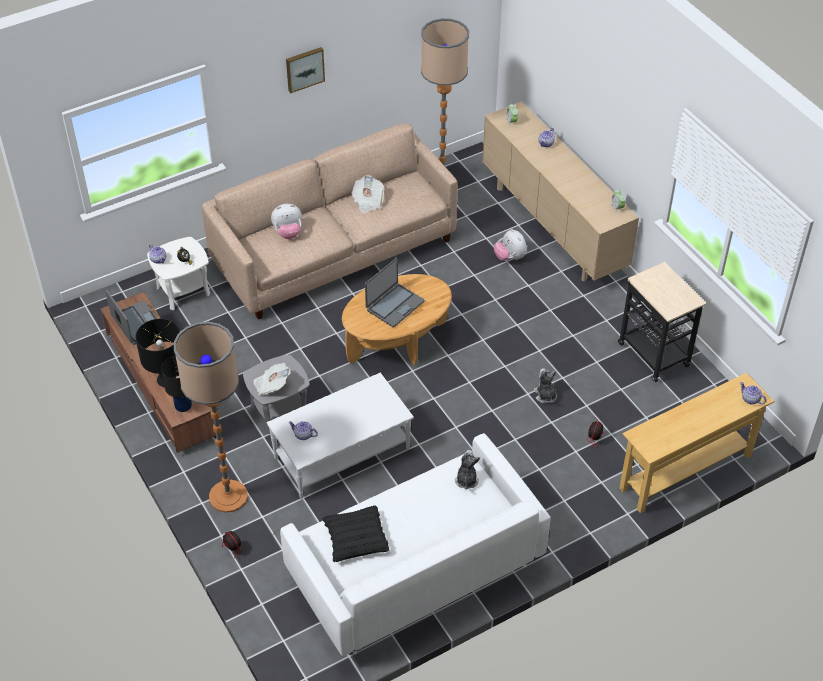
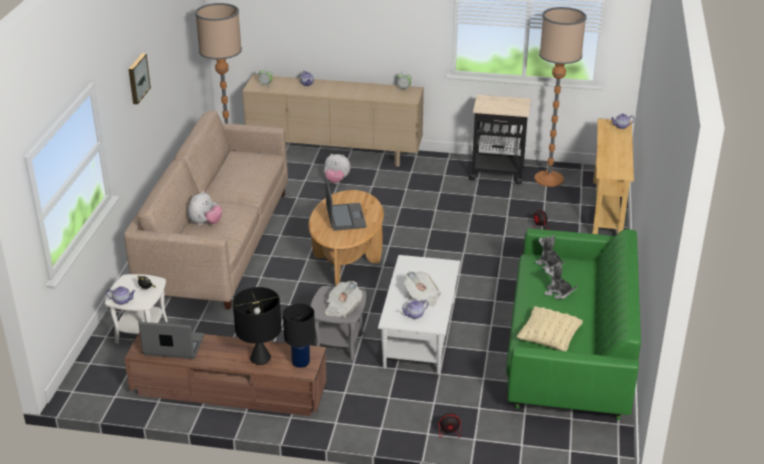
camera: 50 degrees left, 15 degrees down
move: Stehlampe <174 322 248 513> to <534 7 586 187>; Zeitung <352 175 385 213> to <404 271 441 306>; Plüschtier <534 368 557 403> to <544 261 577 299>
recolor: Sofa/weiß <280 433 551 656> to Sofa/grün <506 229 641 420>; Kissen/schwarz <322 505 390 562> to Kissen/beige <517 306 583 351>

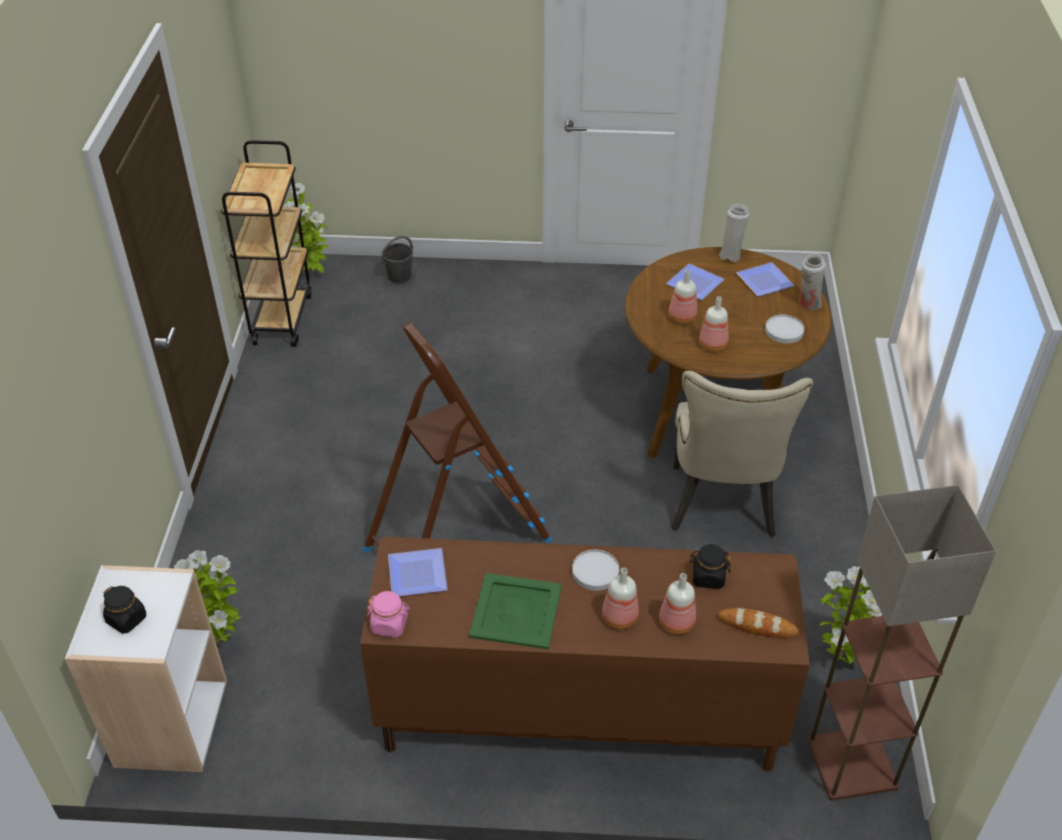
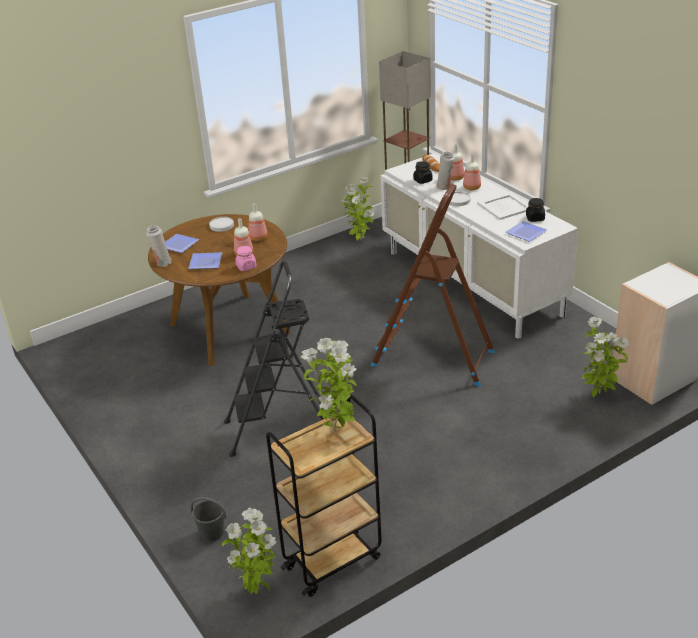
camera: 125 degrees left, 10 degrees down
delete: Stuhl/beige <671 371 813 537>
insert: Trittleiter <224 260 325 457>; Topfpflanze <301 338 357 432>
move: Vorratsglas/schwarz <103 586 146 634> to <526 198 545 222>; Vorratsglas/rosa <367 591 410 637> to <235 246 257 271>; Vase/weiß <799 253 826 310> to <436 151 454 190>
recolor: Schrank/braun <360 537 810 771> to Schrank/weiß <380 153 578 338>; Tablett/grün <469 573 562 650> to Tablett/weiß <477 192 528 220>

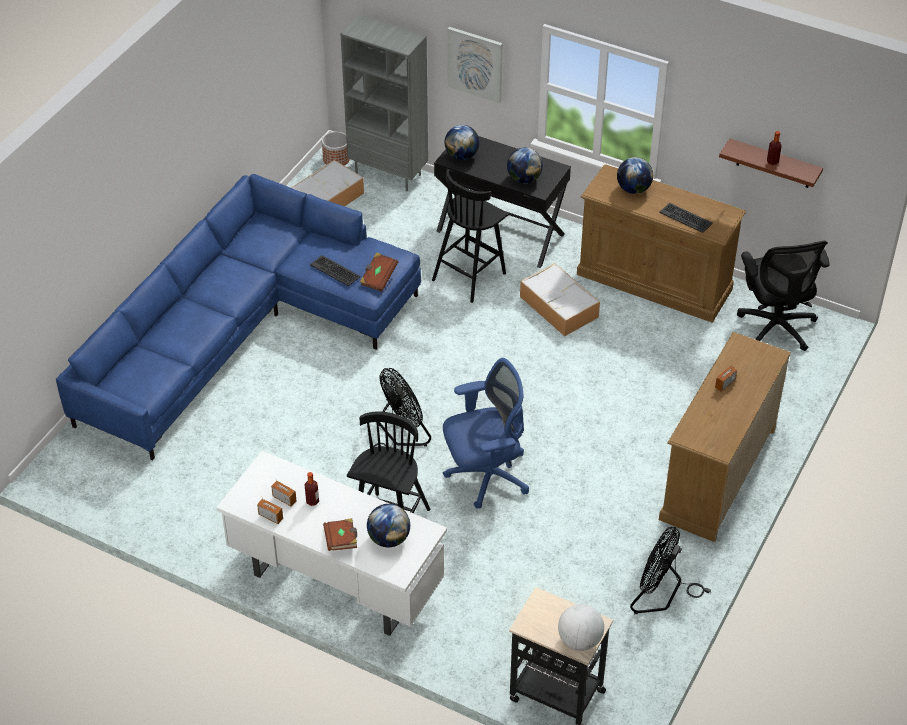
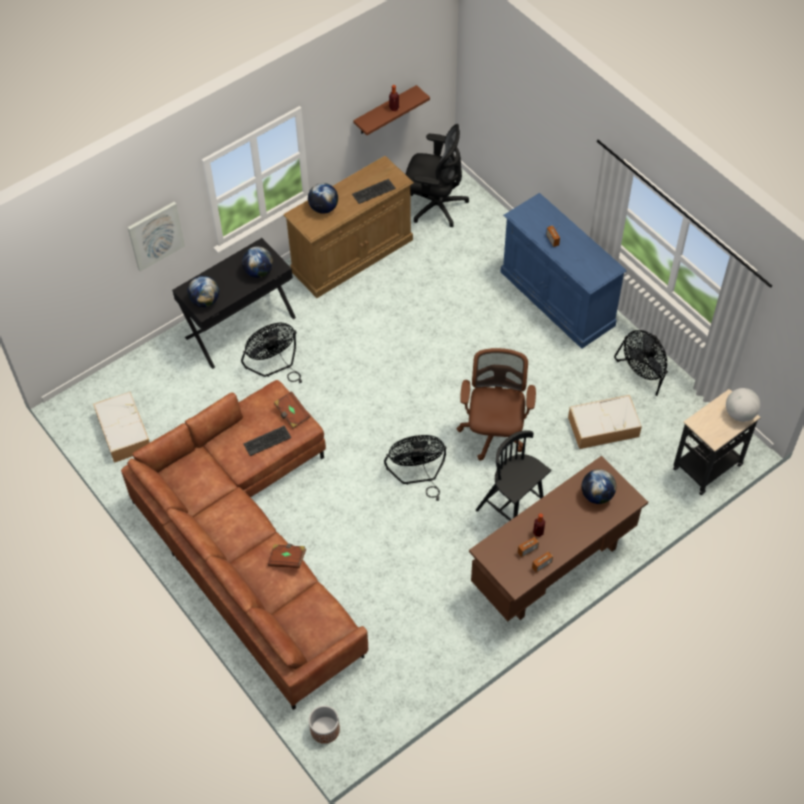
camera: 65 degrees left, 10 degrees up
delete: Bücherregal/grau <340 15 428 191>
move: Pflanzkübel <322 132 350 166> to <309 706 340 744>; Buch/braun <323 518 357 551> to <268 544 306 568>; Aufbewahrungsbox <520 263 600 336> to <568 395 642 449>
replace: Hocker/schwarz <432 169 508 303> to Ventilator/schwarz <241 323 302 383>
recolor: Sofa/blau <56 174 421 461> to Sofa/braun <121 380 368 710>; Schreibtisch/weiß <216 451 447 636> to Schreibtisch/braun <469 456 648 621>; Bürostuhl/blau <443 358 529 508> to Bürostuhl/braun <457 348 536 461>; Schrank/braun <659 332 791 542> to Schrank/blau <500 193 627 349>

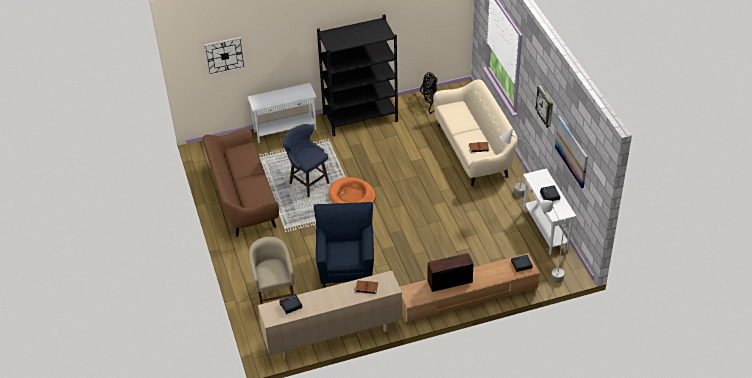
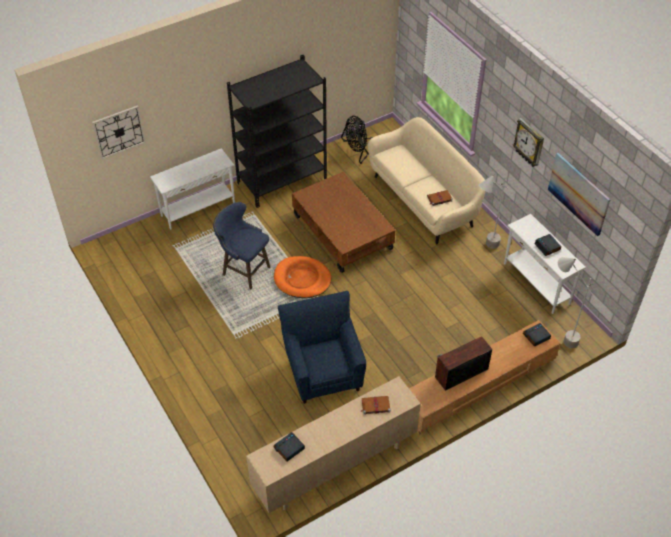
camera: 15 degrees left, 5 degrees up
delete: Sofa/braun <202 129 279 237>; Hocker/beige <249 237 295 304>
insert: Couchtisch/braun <292 172 396 273>

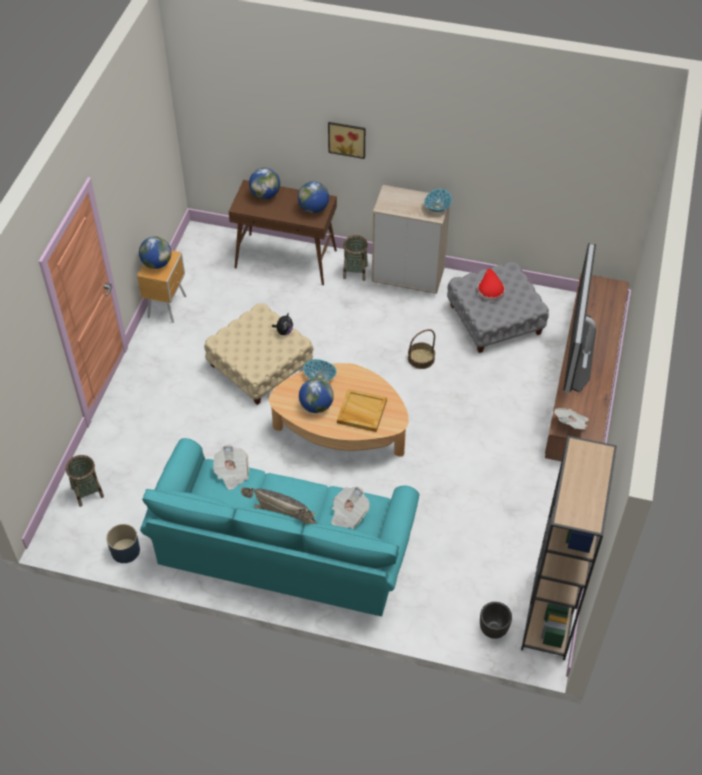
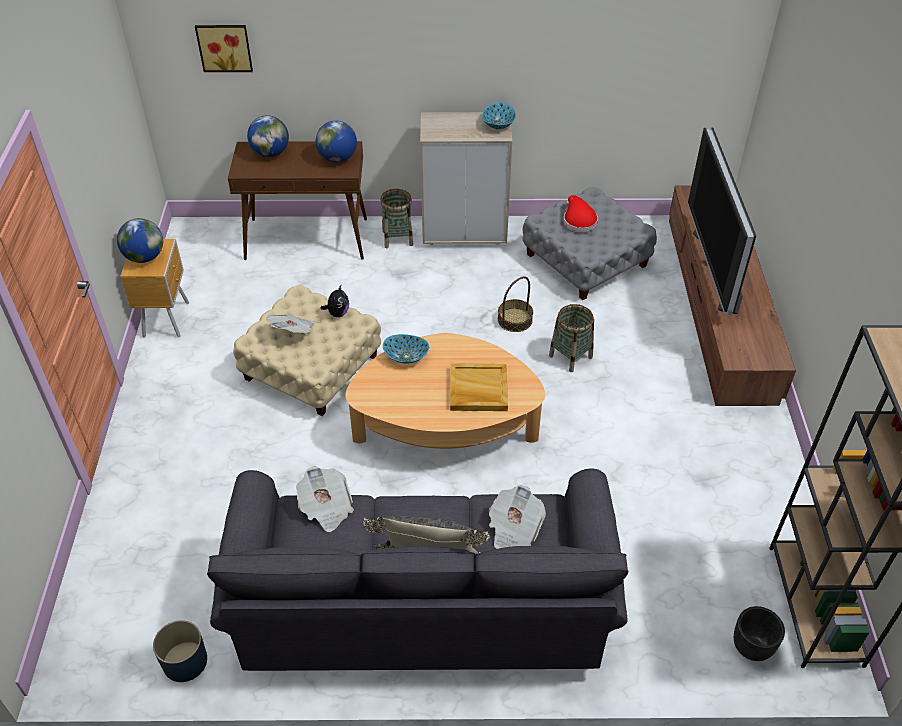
camera: 15 degrees left, 5 degrees down
delete: Globus <299 378 334 413>
move: Korb <66 455 104 507> to <549 304 594 372>; Bild <328 122 365 159> to <195 25 253 72>; Zeitung <554 408 589 430> to <266 314 315 333>
recolor: Sofa/türkis <140 438 419 616> to Sofa/grau <207 468 628 671>

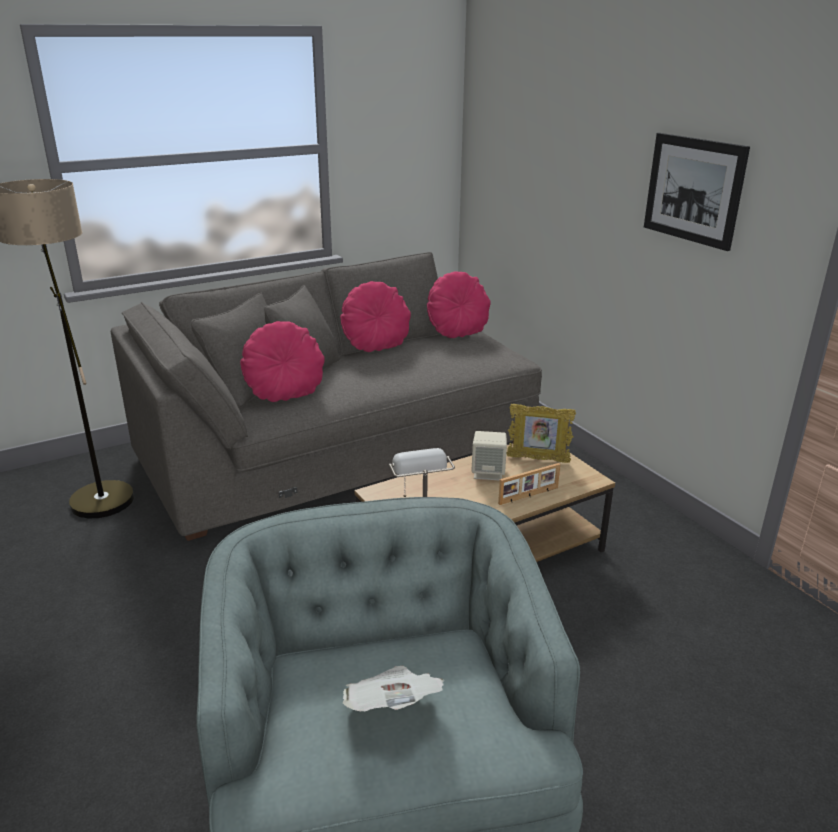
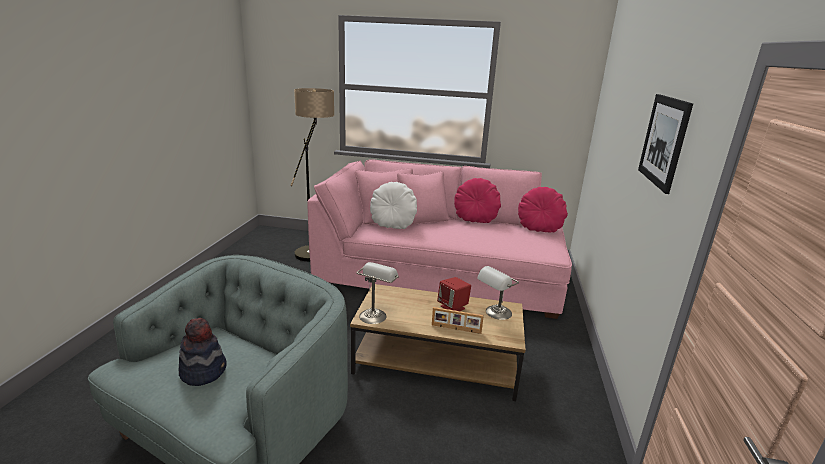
camera: 40 degrees right, 5 degrees down
replace: Zeitung <343 666 444 712> to Hut <179 318 227 386>; Bilderrahmen <506 404 576 463> to Tischlampe/weiß <477 266 519 320>
recolor: Sofa/grau <111 252 542 541> to Sofa/rosa <307 159 572 319>; Kissen/rosa <240 321 325 402> to Kissen/weiß <370 182 417 229>; Lautsprecher/beige <471 431 507 481> to Lautsprecher/rot <437 277 471 311>

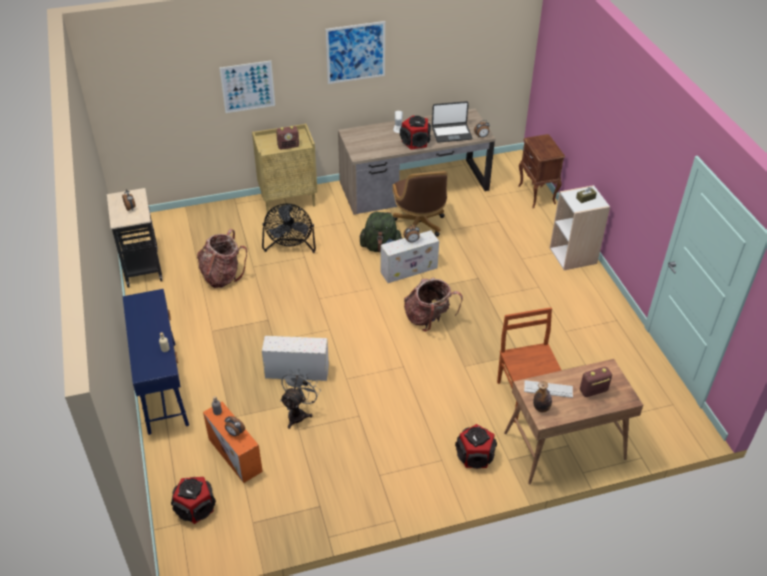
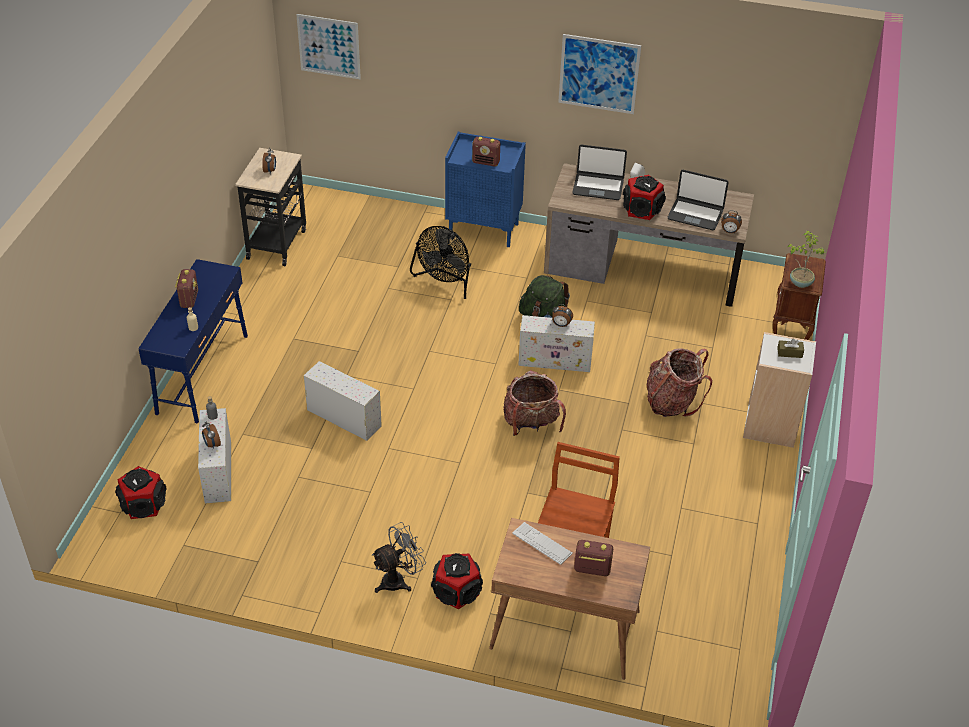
camera: 30 degrees right, 0 degrees up
delete: Bürostuhl/braun <392 171 448 237>; Flasche <533 381 552 412>
insert: Radio <175 269 198 308>; Laptop <572 145 627 200>; Topfpflanze <788 231 826 288>
move: Rucksack <197 229 247 288> to <647 348 712 417>; Bild <219 60 275 113> to <296 14 361 79>; Ventilator/grau <280 369 321 429> to <372 522 426 593>
recolor: Aufbewahrungsbox/orange <203 402 263 483> to Aufbewahrungsbox/weiß <198 408 231 504>; Schrank/beige <252 123 317 213> to Schrank/blau <445 132 526 247>

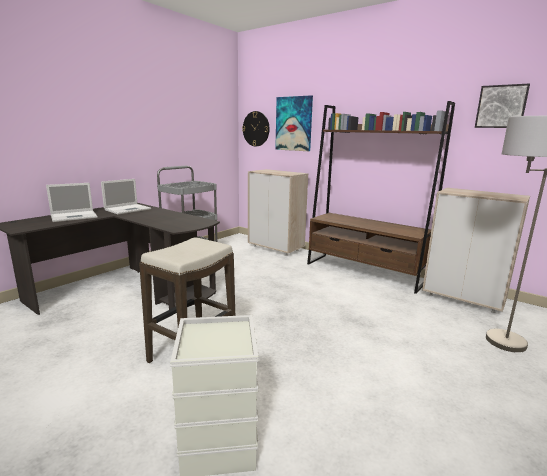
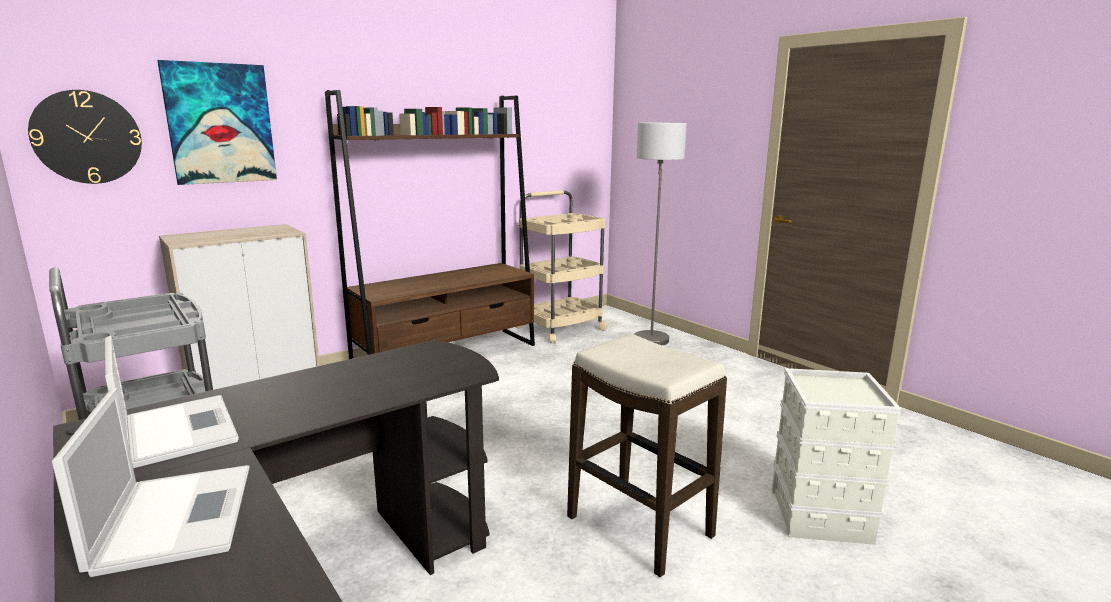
camera: 75 degrees left, 0 degrees up
delete: Bild <475 83 530 128>
replace: Schrank/beige <422 188 530 313> to Rollwagen/beige <516 190 608 343>

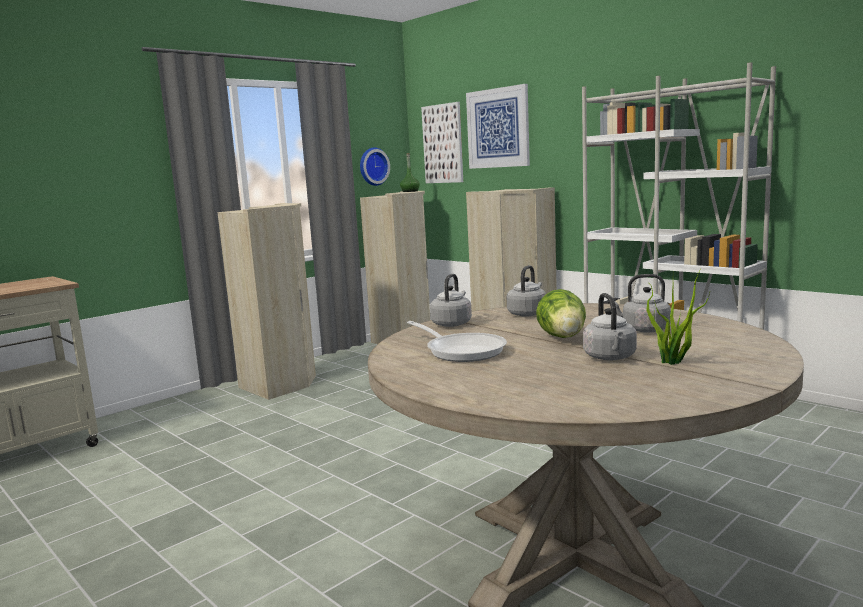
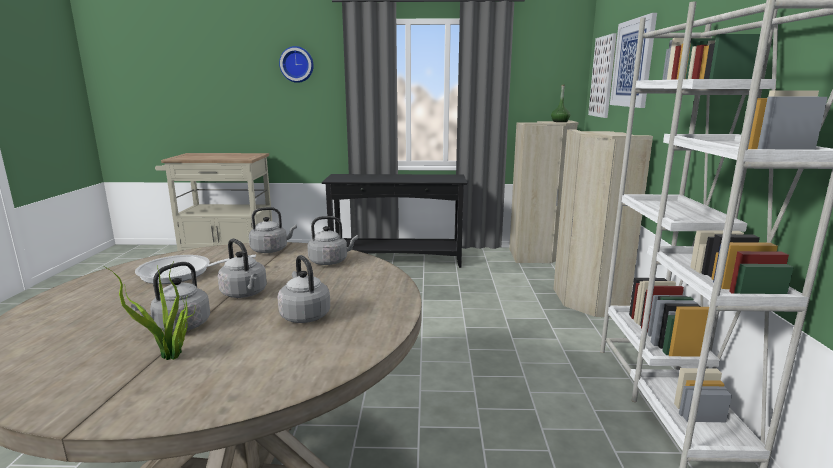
camera: 45 degrees right, 5 degrees up
move: Wanduhr <360 147 390 186> to <279 46 314 83>
replace: Schrank/beige <217 203 316 400> to Konsolentisch/schwarz <322 174 467 268>; Salatkopf <536 289 586 338> to Wasserkessel/grau <218 238 267 298>
rotate: Pfanne <407 321 507 362> = <135 255 256 284> 75 degrees clockwise

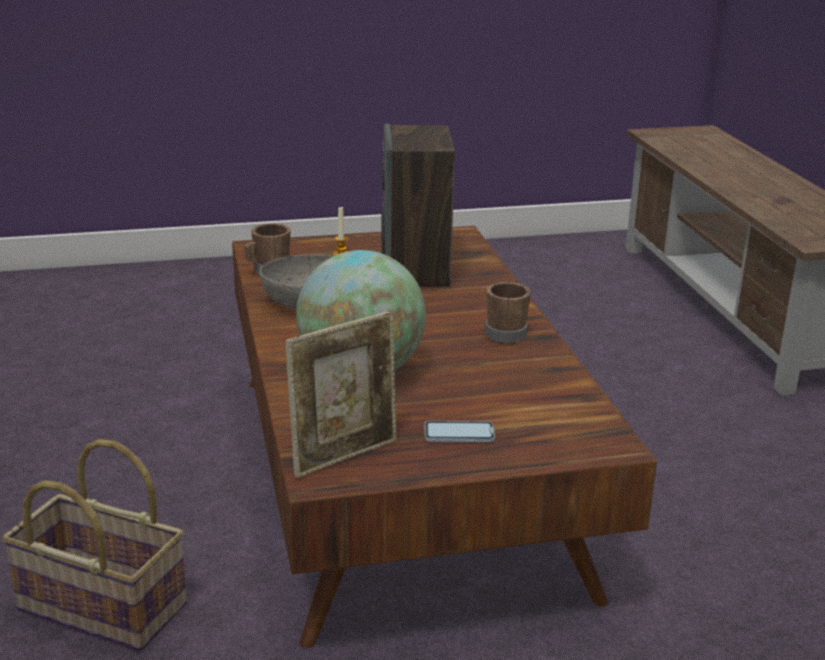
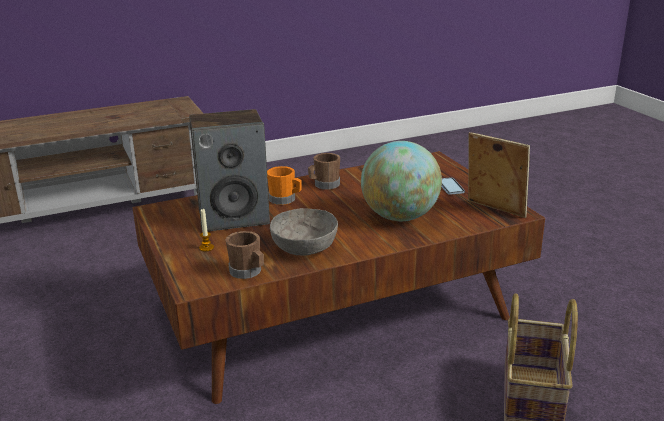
camera: 100 degrees left, 0 degrees up
insert: Henkelbecher/orange <267 166 302 205>

